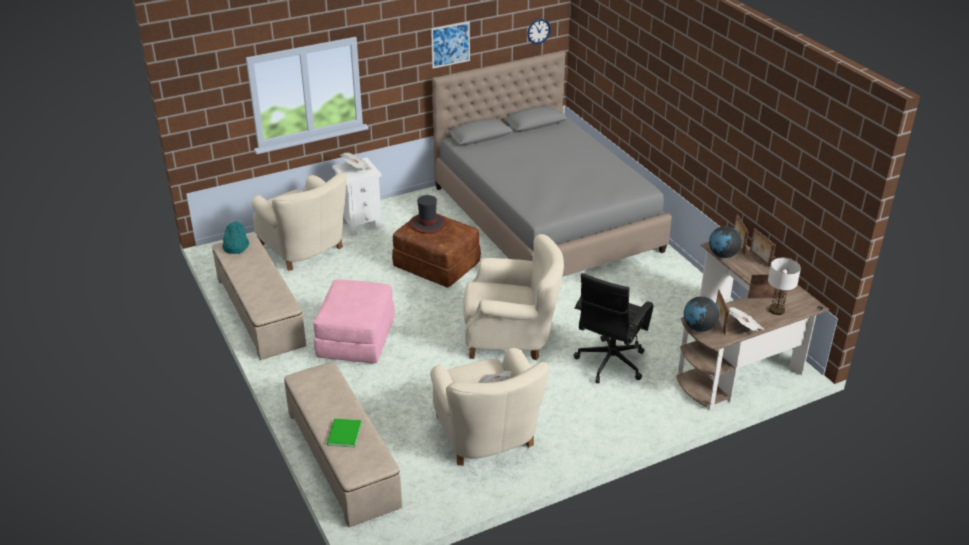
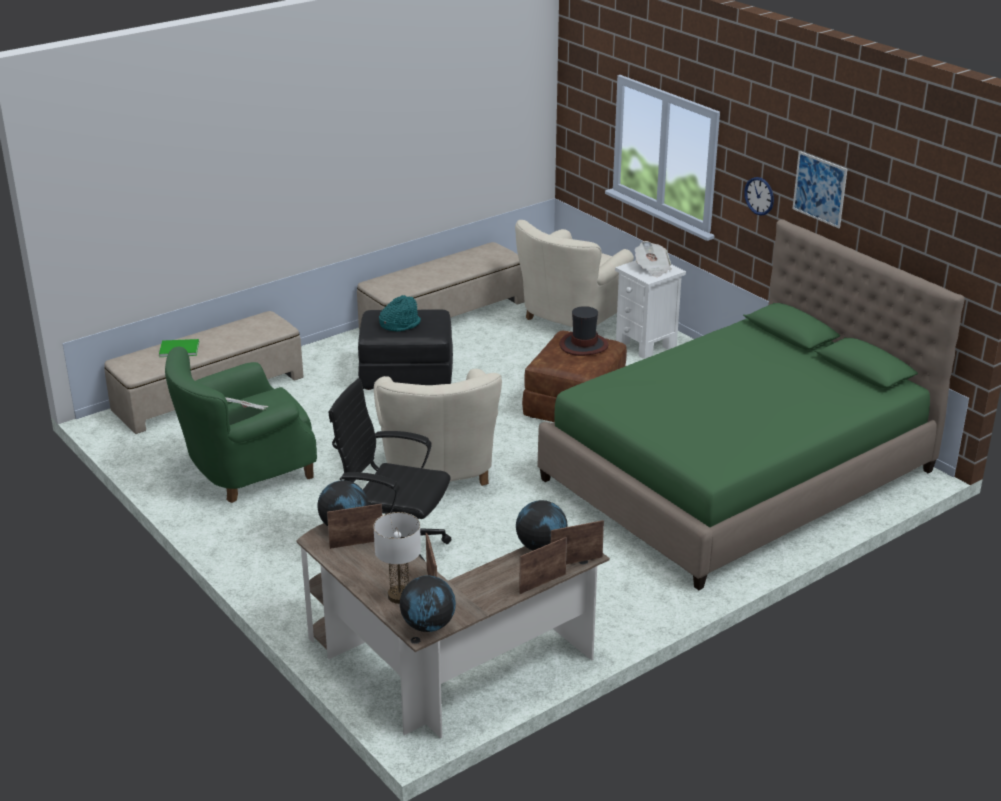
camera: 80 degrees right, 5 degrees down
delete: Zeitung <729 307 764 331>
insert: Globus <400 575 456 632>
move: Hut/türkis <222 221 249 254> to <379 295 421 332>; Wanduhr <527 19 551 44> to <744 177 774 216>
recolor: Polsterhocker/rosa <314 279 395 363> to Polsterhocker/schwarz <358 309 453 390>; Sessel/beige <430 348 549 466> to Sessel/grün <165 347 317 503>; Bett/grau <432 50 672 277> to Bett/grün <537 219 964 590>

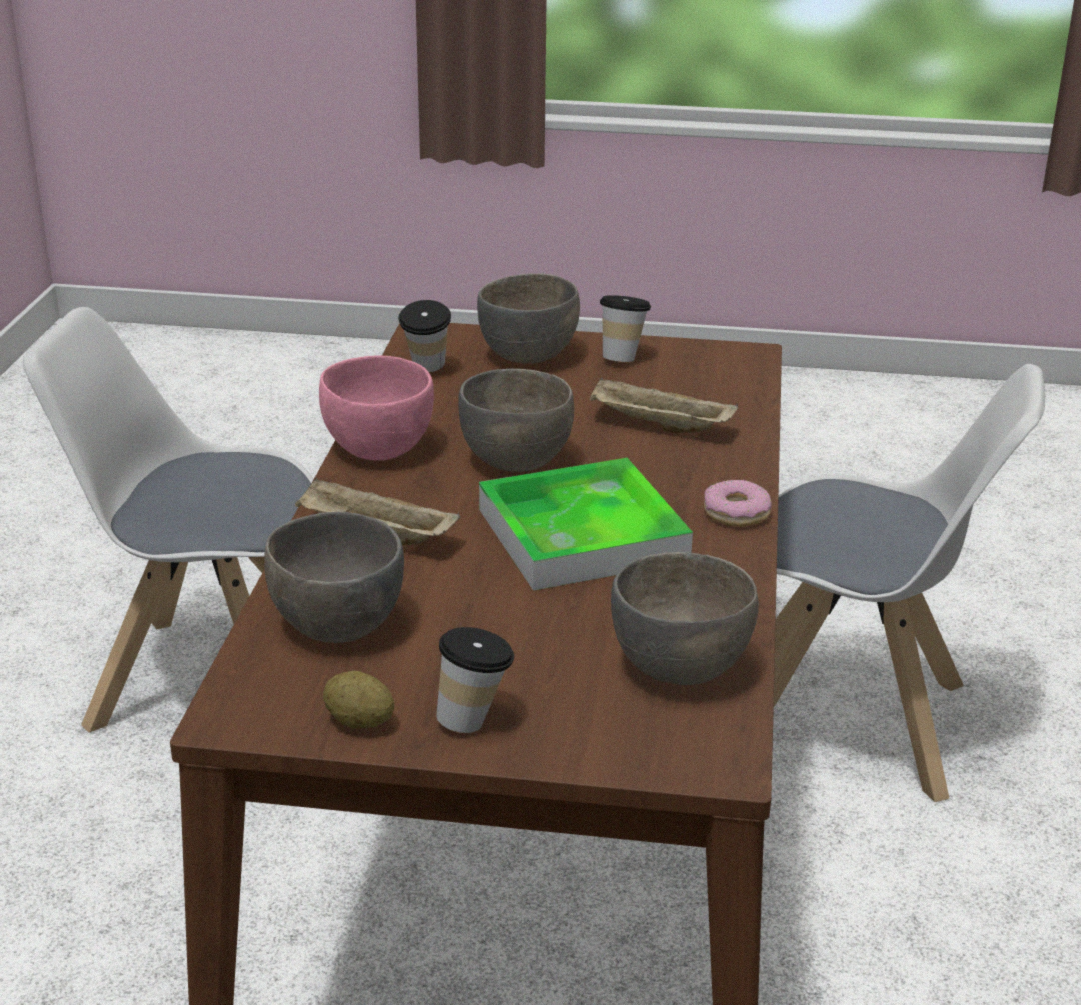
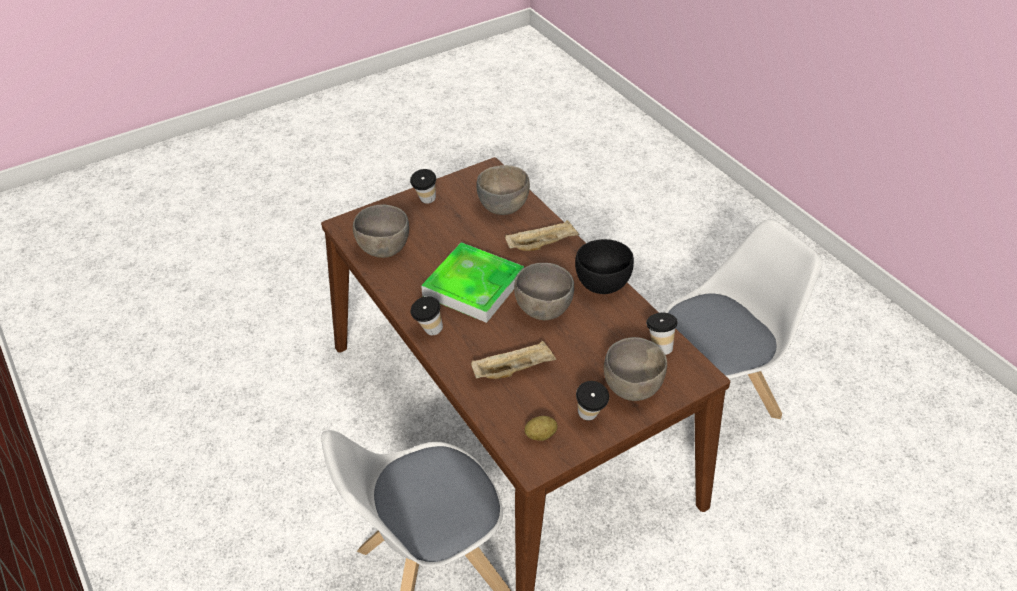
camera: 140 degrees right, 15 degrees up
move: Kartoffel <323 671 394 728> to <525 416 557 441>
replace: Donut <704 480 772 527> to Tasse <411 296 443 335>
recolor: Schüssel/rosa <319 356 434 461> to Schüssel/schwarz <575 239 634 294>

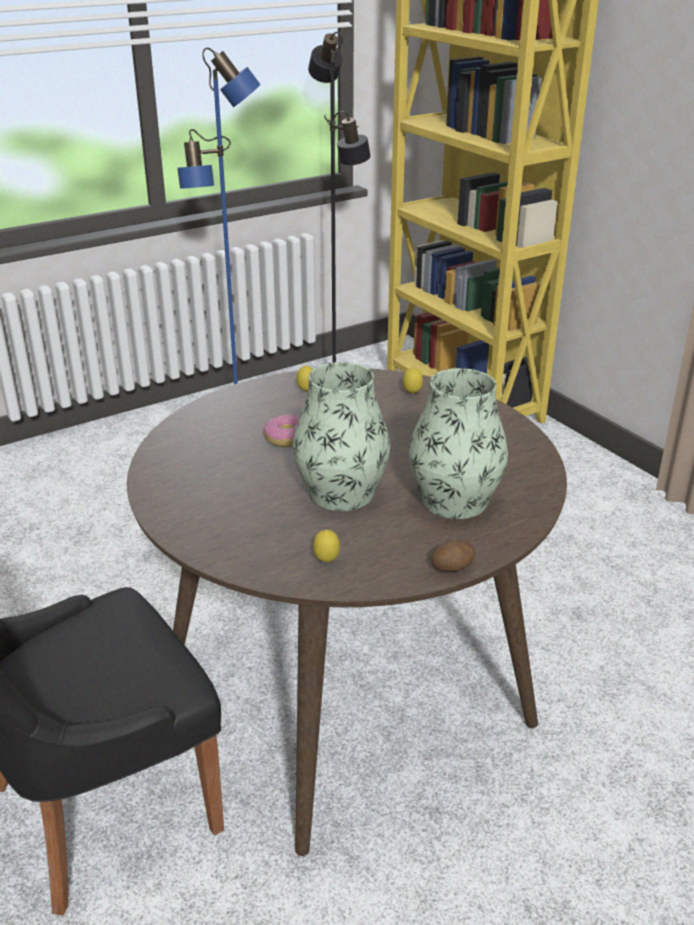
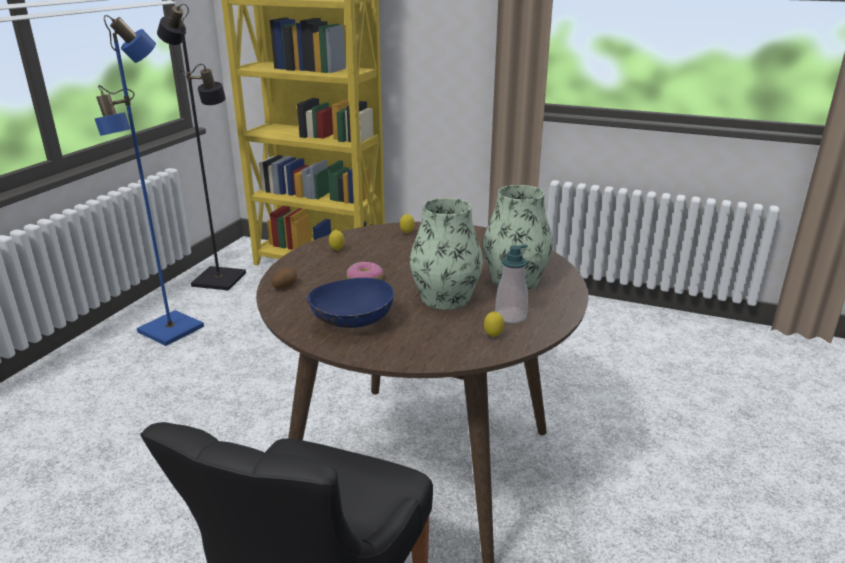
camera: 35 degrees left, 5 degrees down
insert: Schüssel/blau <307 278 394 328>; Seifenspender <495 244 528 323>
move: Kartoffel <431 540 475 571> to <272 267 297 288>

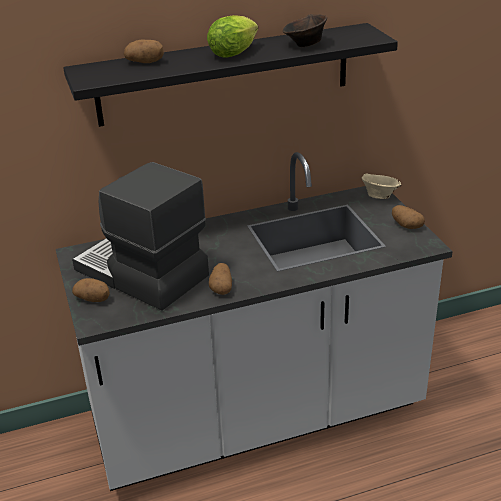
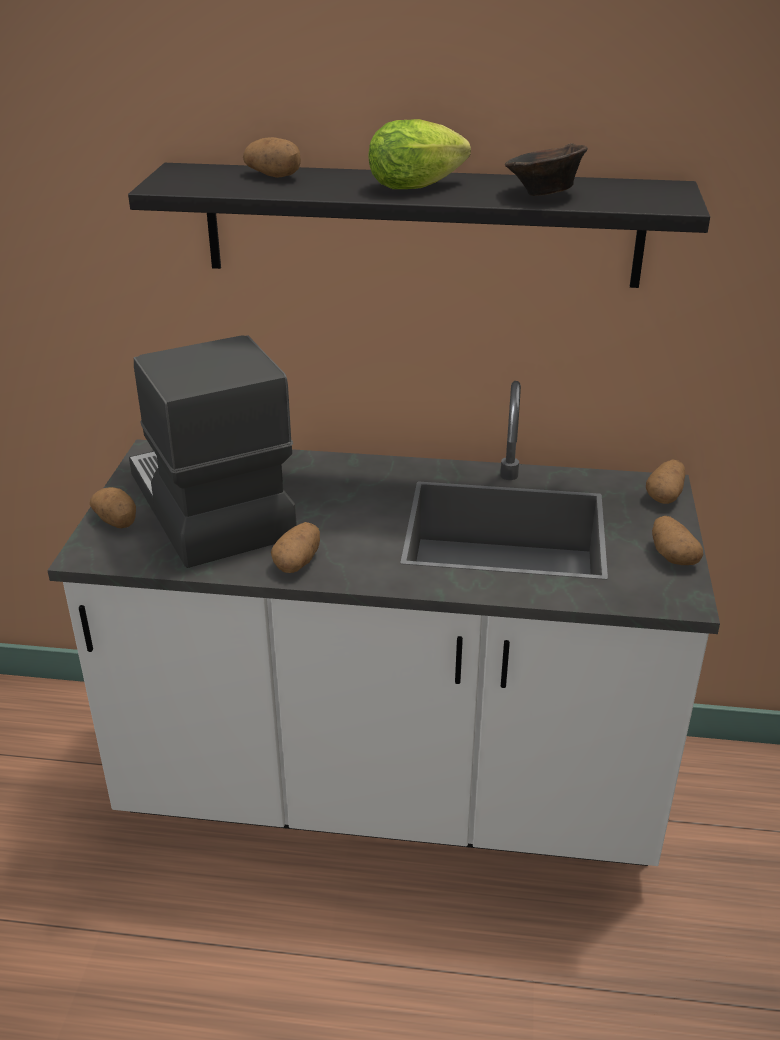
camera: 25 degrees right, 0 degrees up
replace: Schüssel/beige <362 174 401 199> to Kartoffel <646 459 686 504>

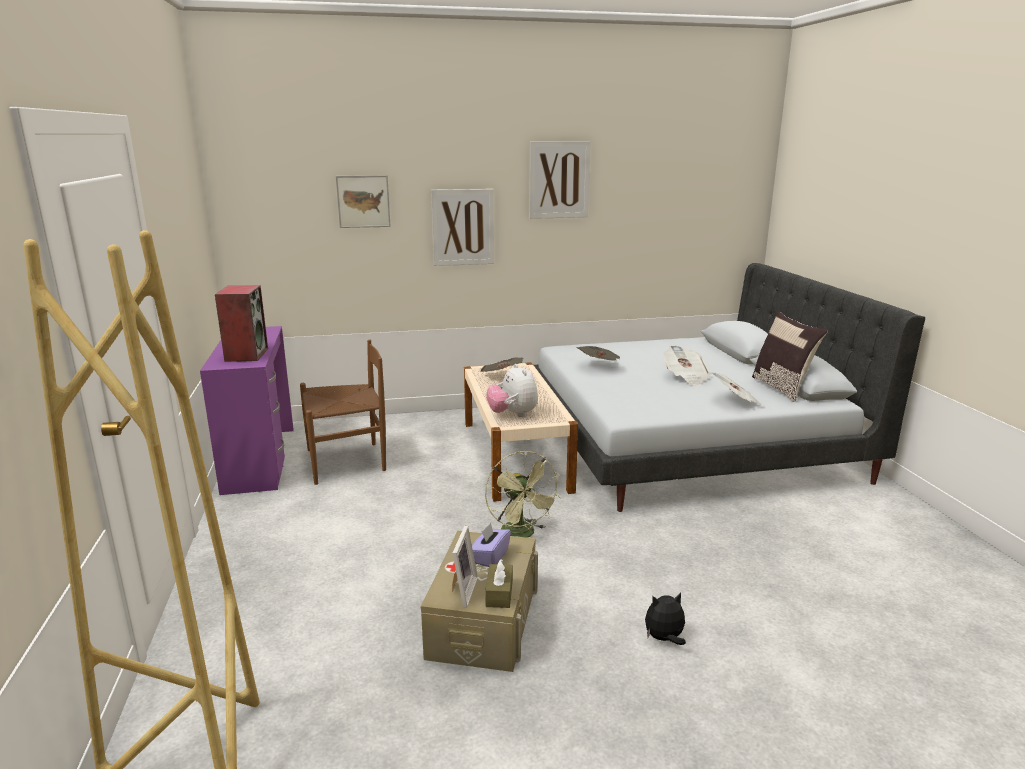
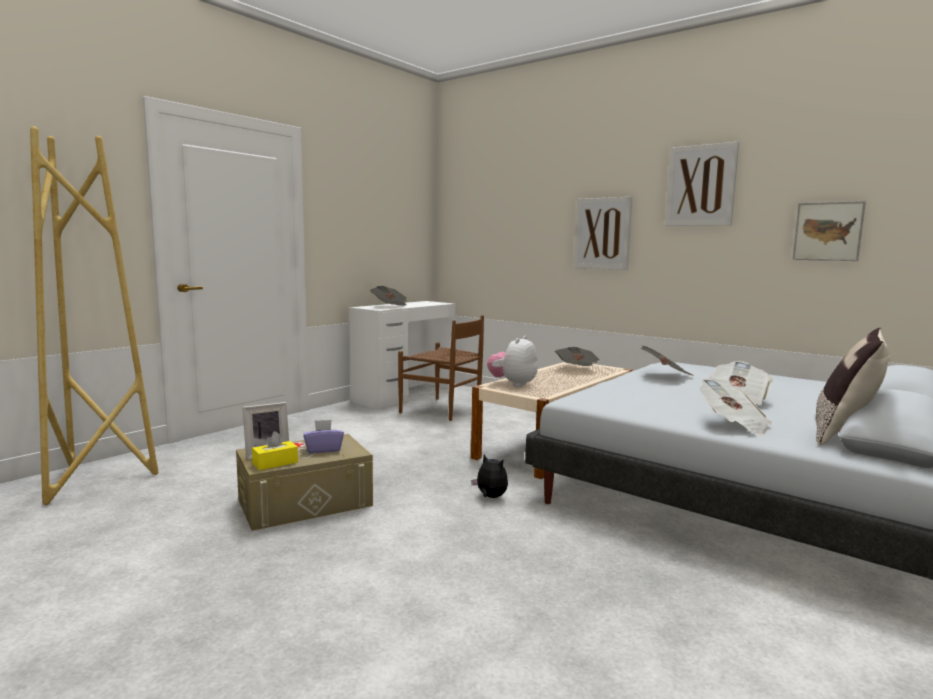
camera: 50 degrees right, 10 degrees down
delete: Ventilator/grün <485 451 561 538>
move: Bild <336 175 391 228> to <792 201 866 261>; Plüschtier <645 593 686 645> to <471 454 508 498>
replace: Lautsprecher <215 285 268 362> to Zeitung <370 286 407 306>
recolor: Schreibtisch/lila <200 326 294 495> to Schreibtisch/weiß <349 301 455 409>; Taschentuchbox/braun <485 559 513 608> to Taschentuchbox/gelb <252 431 298 470>

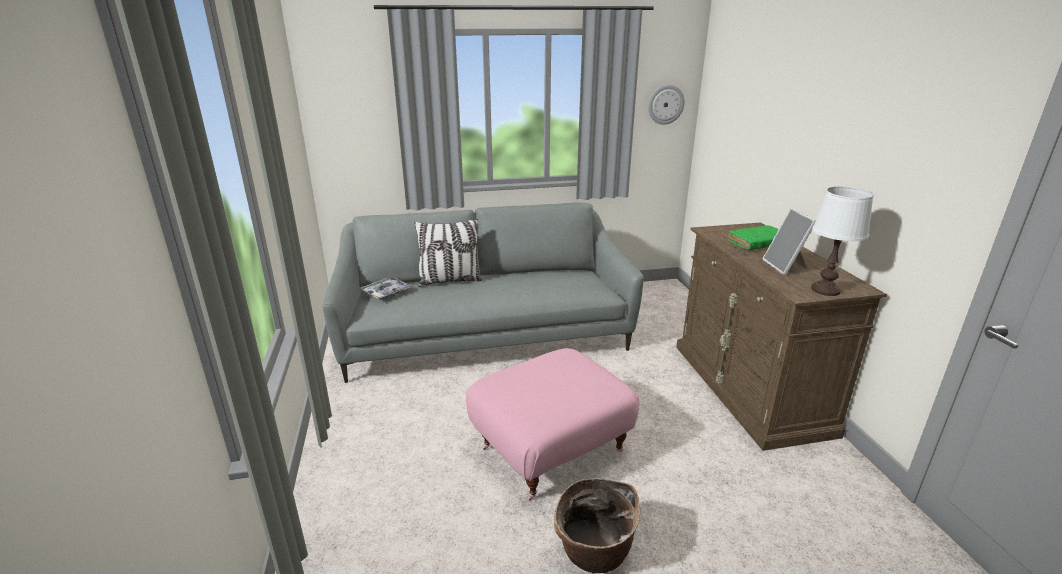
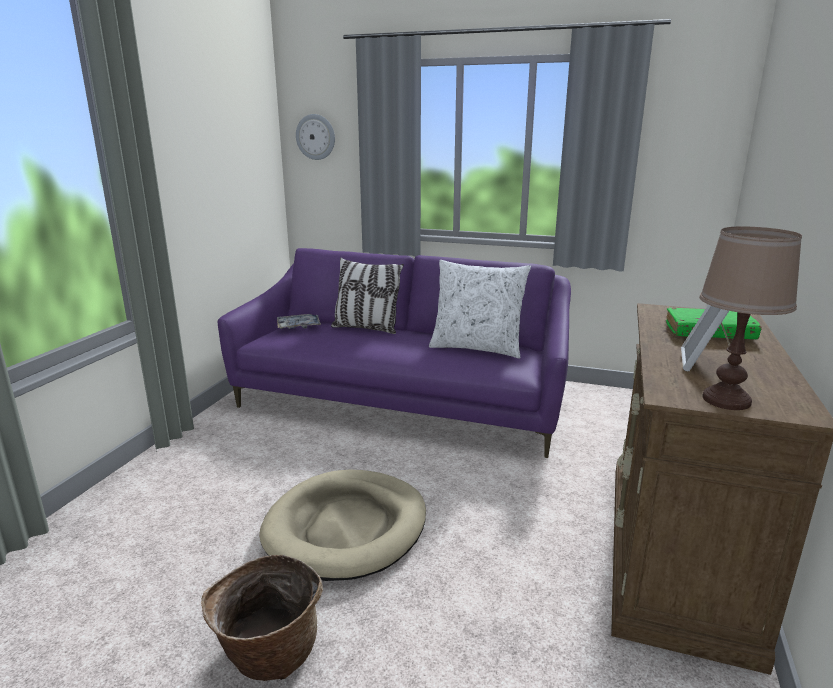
camera: 30 degrees right, 5 degrees down
insert: Kissen/weiß <429 260 531 358>
move: Wanduhr <648 84 685 125> to <296 114 335 160>
replace: Polsterhocker/rosa <466 348 639 501> to Hundebett/beige <259 469 426 581>
recolor: Sofa/grau <323 202 644 383> to Sofa/lila <218 248 571 458>; Tischlampe/weiß <811 187 874 296> to Tischlampe/braun <699 227 802 410>

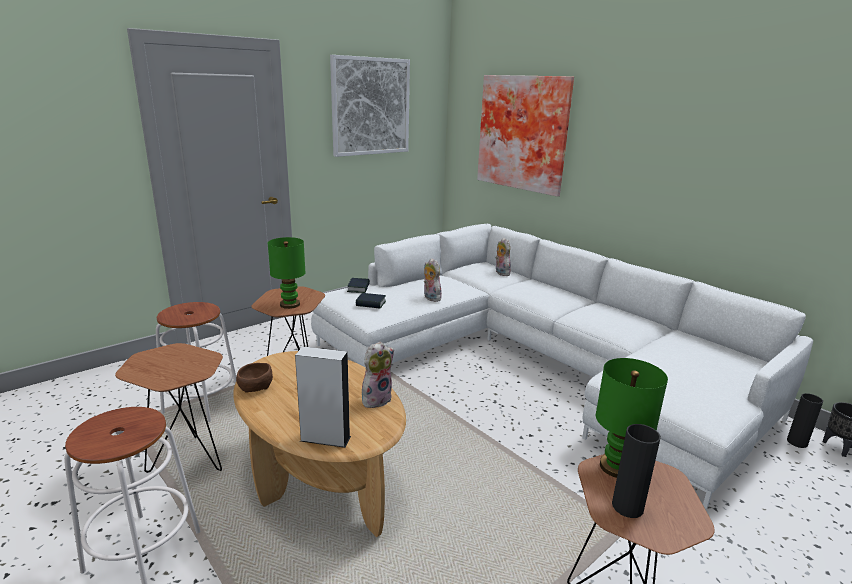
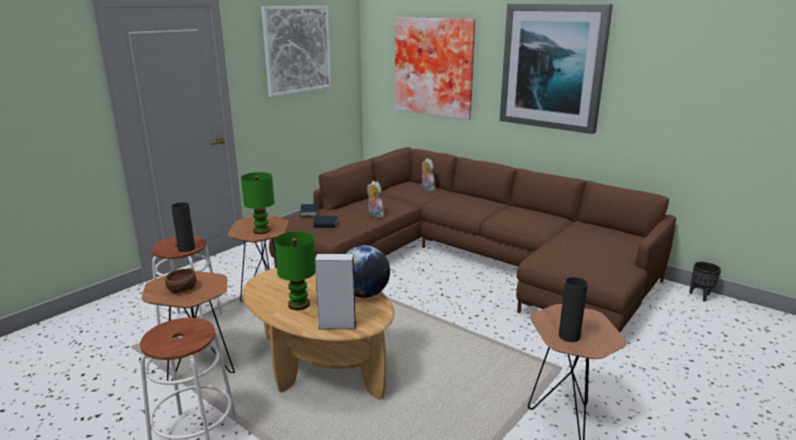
camera: 10 degrees left, 0 degrees up
insert: Bild <500 4 613 134>
move: Schüssel/braun <236 363 273 393> to <165 268 196 294>; Tischlampe/grün <596 358 668 478> to <274 232 316 310>; Vase/schwarz <787 393 823 448> to <171 202 195 252>
replace: Plüschtier <362 342 394 408> to Globus <345 245 390 298>
recolor: Sofa/weiß <311 224 813 509> to Sofa/braun <269 147 676 332>

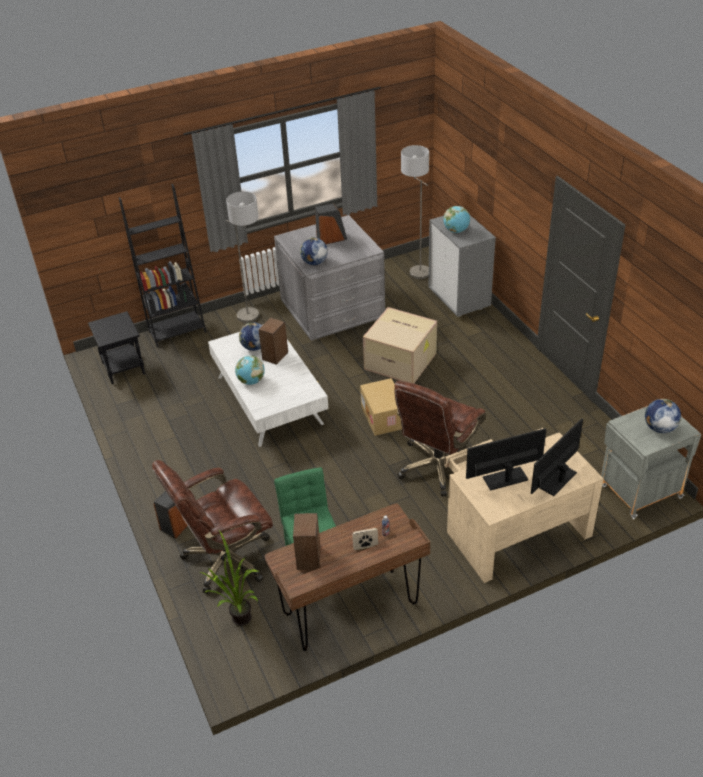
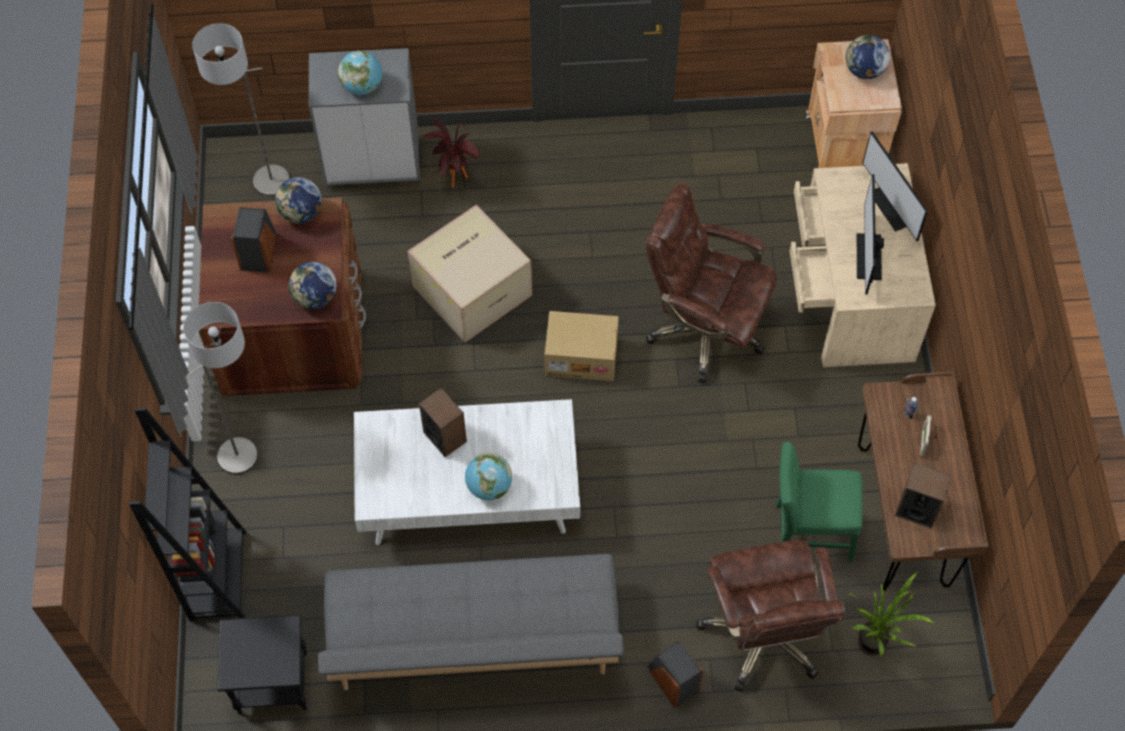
camera: 70 degrees left, 20 degrees up
insert: Sofa/grau <318 554 624 690>; Topfpflanze <422 119 480 187>
move: Globus <239 322 262 351> to <275 177 322 224>
recolor: Kommode/grau <274 215 385 341> to Kommode/braun <199 197 366 396>; Rollwagen/grau <601 406 701 519> to Rollwagen/braun <806 39 902 168>
rotate: Bürostuhl/braun <394 381 485 497> = <646 183 777 383> 150 degrees clockwise

